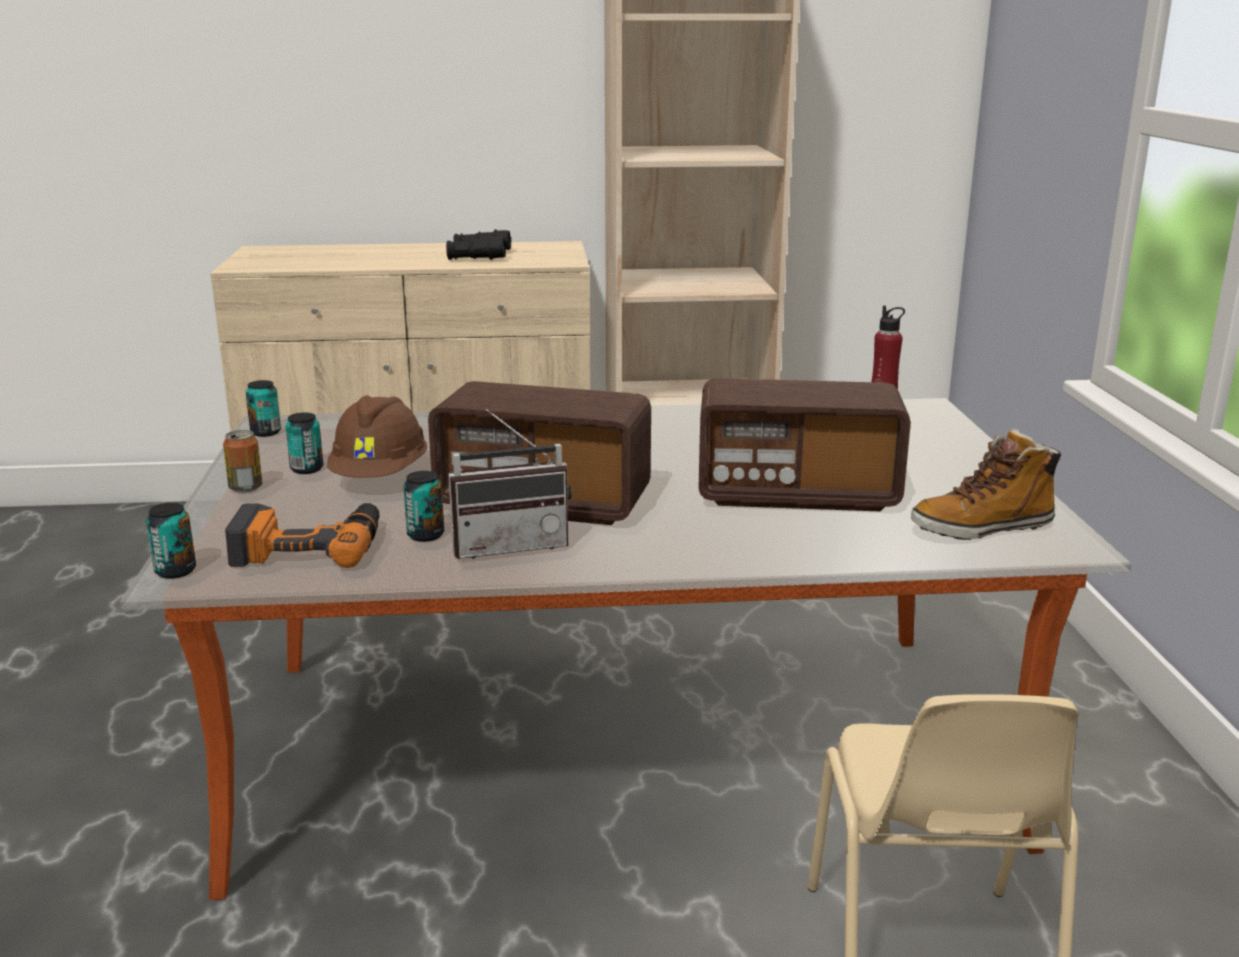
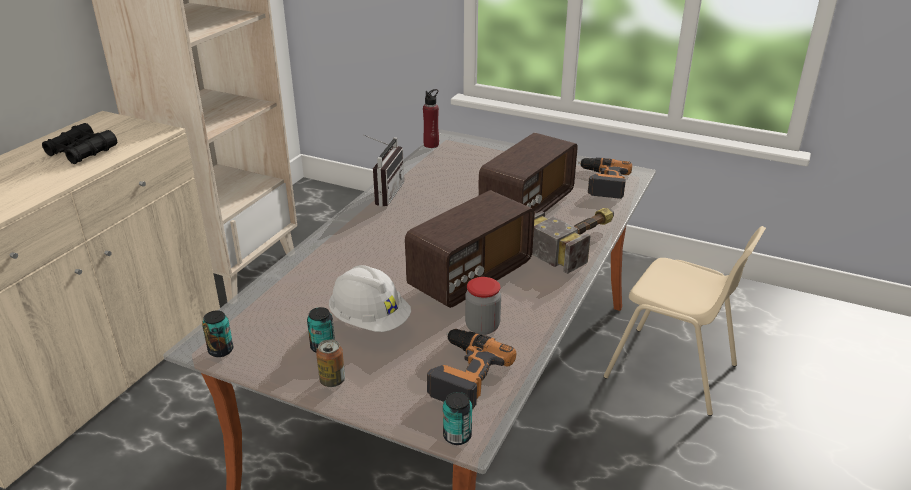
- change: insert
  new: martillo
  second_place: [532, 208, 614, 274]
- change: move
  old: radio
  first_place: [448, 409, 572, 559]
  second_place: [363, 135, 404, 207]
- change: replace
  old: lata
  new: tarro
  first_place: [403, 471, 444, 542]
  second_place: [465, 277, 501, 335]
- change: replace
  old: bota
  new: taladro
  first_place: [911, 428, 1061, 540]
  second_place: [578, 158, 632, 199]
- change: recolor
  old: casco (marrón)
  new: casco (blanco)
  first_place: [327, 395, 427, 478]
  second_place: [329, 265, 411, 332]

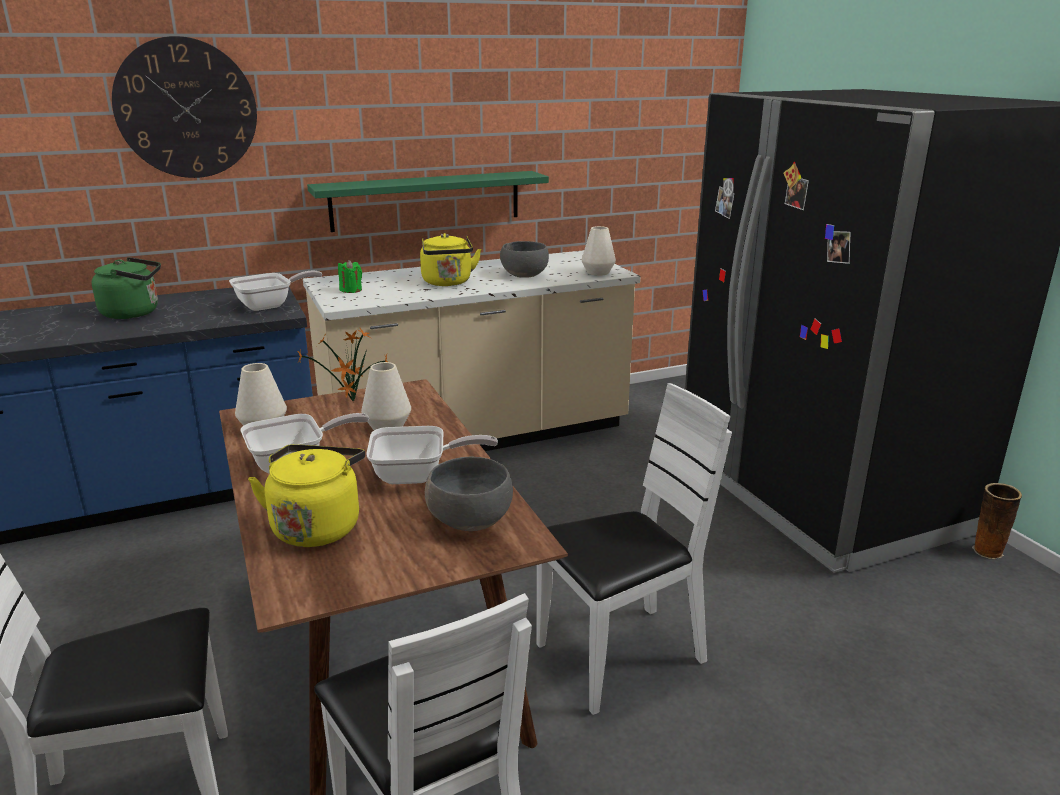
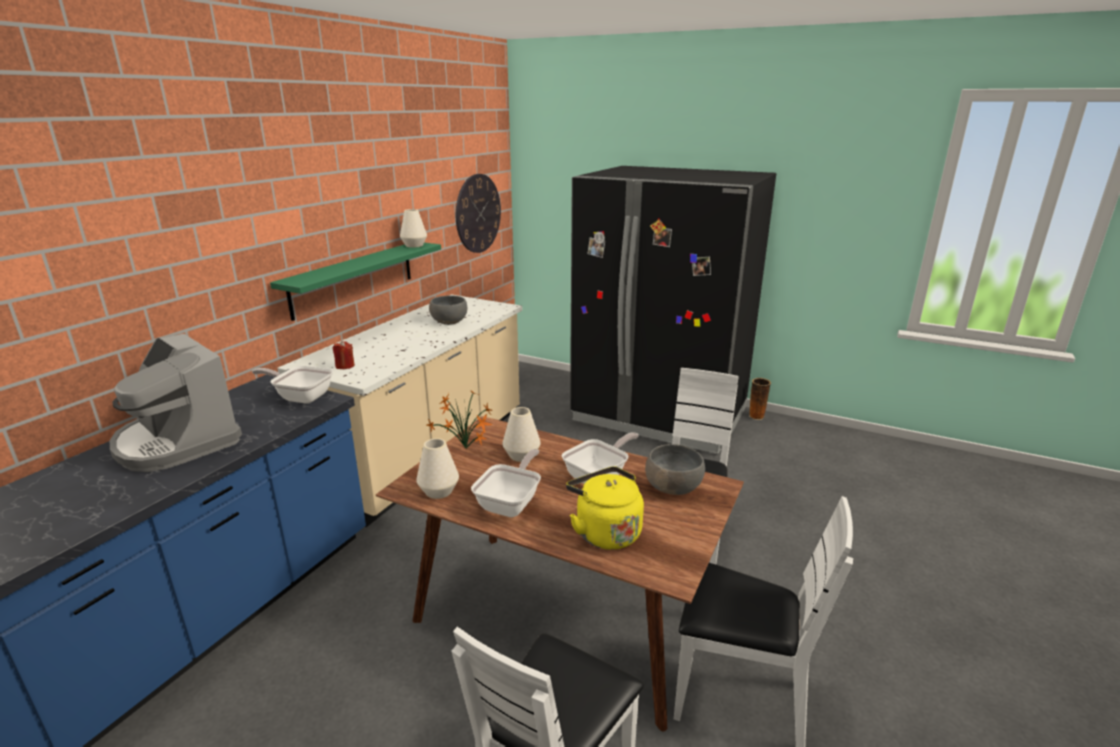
- change: delete
  old: hervidor (amarillo)
  first_place: [420, 233, 481, 286]
- change: move
  old: reloj de pared
  first_place: [112, 36, 257, 178]
  second_place: [456, 174, 501, 253]
- change: move
  old: florero (blanco)
  first_place: [582, 226, 616, 276]
  second_place: [400, 209, 427, 248]
- change: replace
  old: hervidor (verde)
  new: cafetera
  first_place: [92, 257, 161, 319]
  second_place: [110, 334, 242, 472]
- change: recolor
  old: vela (verde)
  new: vela (rojo)
  first_place: [338, 260, 362, 293]
  second_place: [333, 341, 355, 369]
- change: rotate
  old: sartén
  first_place: [229, 271, 322, 311]
  second_place: [252, 366, 333, 404]
  degrees: -90

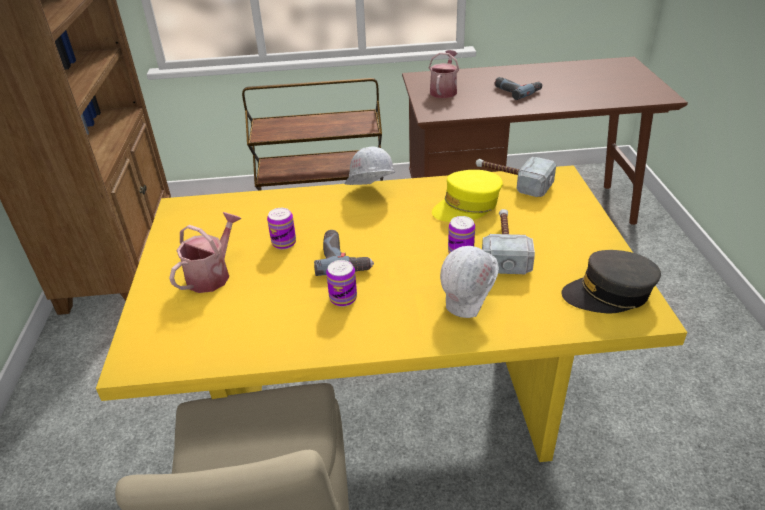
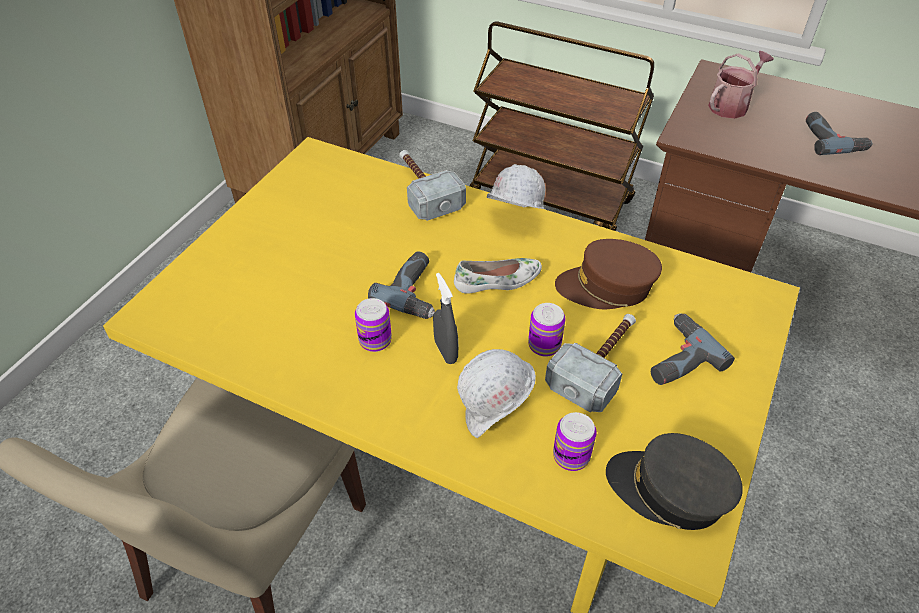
- change: delete
  old: regadera
  first_place: [169, 212, 242, 293]
- change: insert
  new: pulverizador (gris)
  second_place: [433, 273, 458, 364]
- change: insert
  new: zapato (blanco)
  second_place: [454, 258, 542, 294]
- change: insert
  new: taladro
  second_place: [651, 313, 735, 385]
- change: move
  old: lata
  first_place: [267, 208, 296, 249]
  second_place: [553, 412, 597, 471]
- change: move
  old: martillo
  first_place: [476, 157, 556, 197]
  second_place: [399, 150, 466, 221]
- change: recolor
  old: gorra (amarillo)
  new: gorra (marrón)
  first_place: [432, 170, 503, 222]
  second_place: [555, 239, 662, 309]

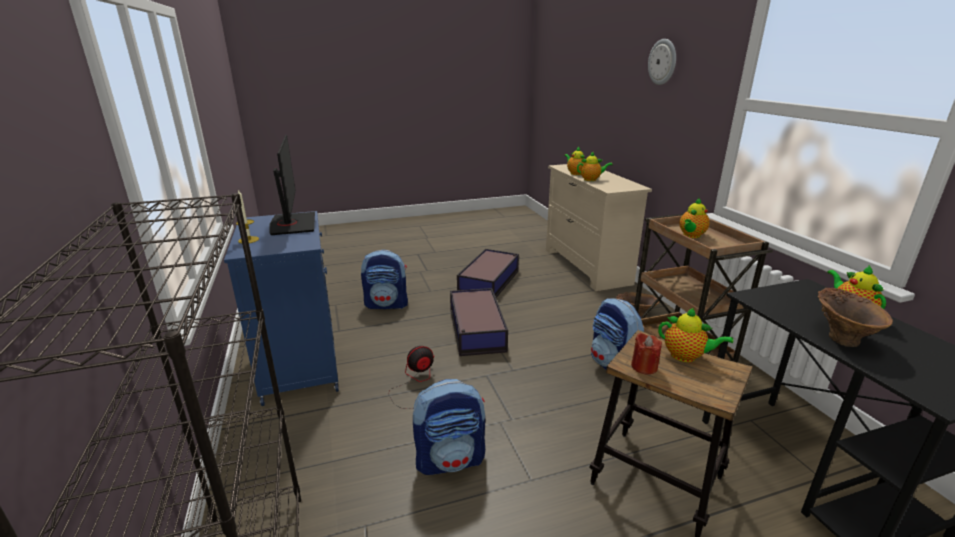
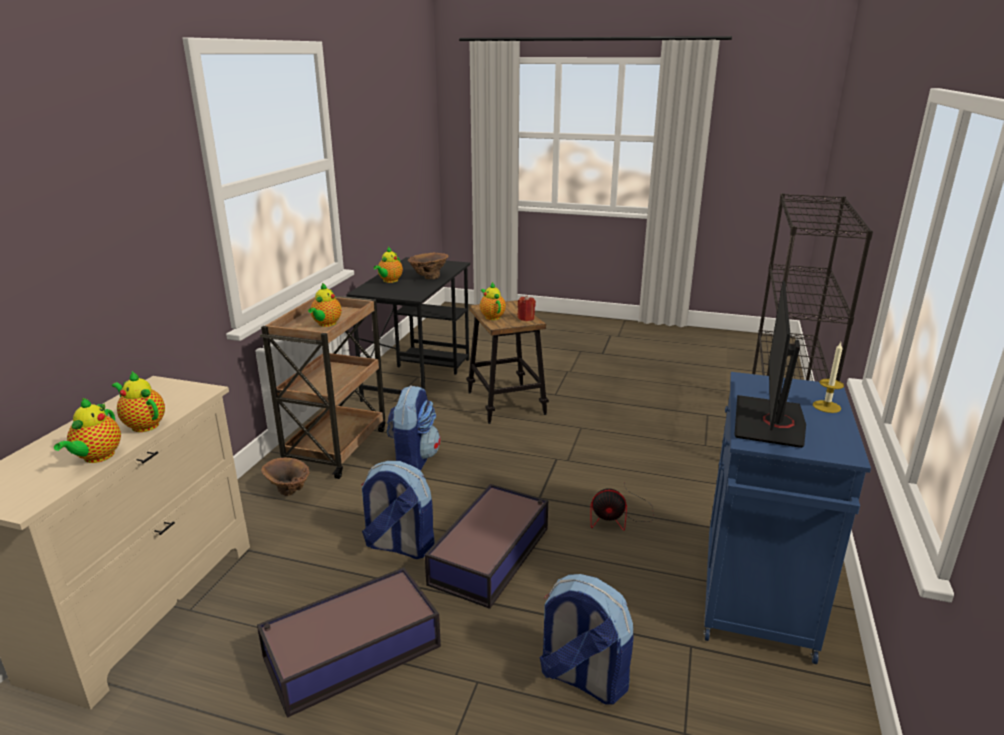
- change: delete
  old: reloj de pared
  first_place: [648, 39, 676, 85]
- change: move
  old: mochila
  first_place: [413, 379, 485, 475]
  second_place: [361, 461, 435, 559]
- change: rotate
  old: tetera
  first_place: [679, 198, 710, 238]
  second_place: [308, 283, 341, 327]
  degrees: 120

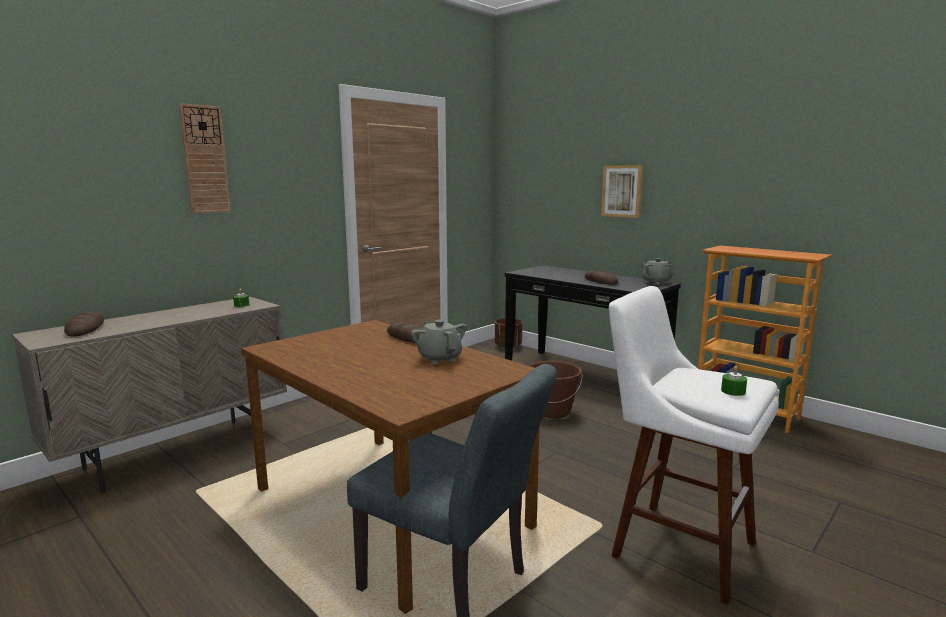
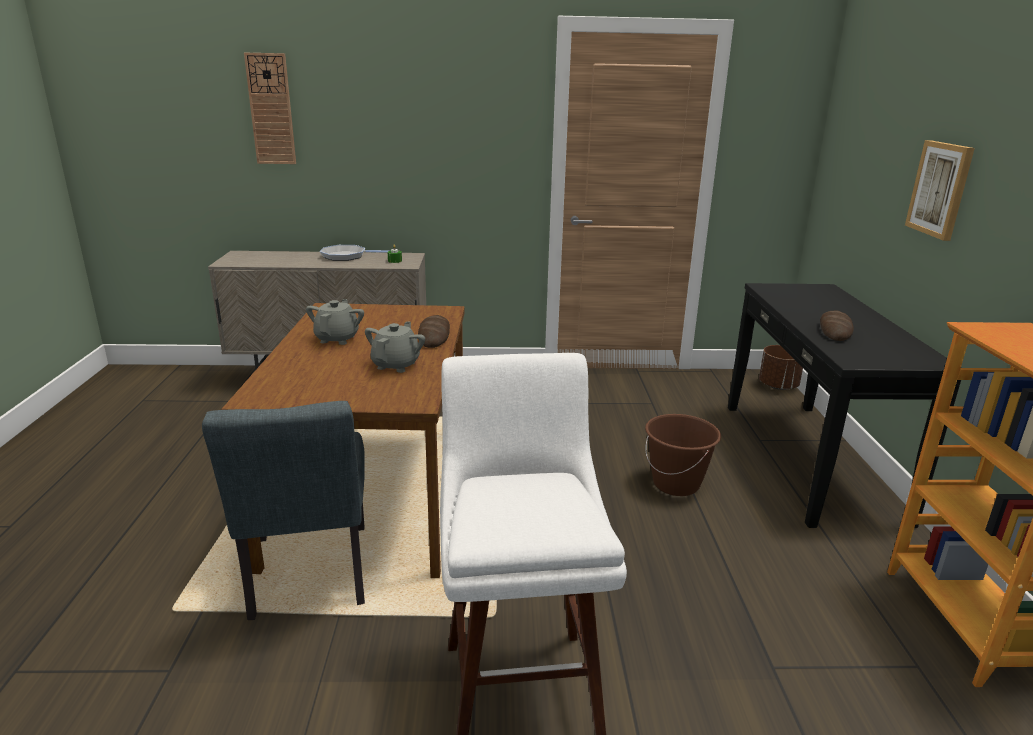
- change: delete
  old: pan
  first_place: [64, 312, 104, 337]
- change: delete
  old: vela (verde)
  first_place: [721, 366, 747, 396]
- change: insert
  new: sartén
  second_place: [320, 245, 389, 261]
- change: move
  old: reloj de pared
  first_place: [179, 103, 231, 214]
  second_place: [244, 53, 296, 164]
- change: move
  old: tetera (gris)
  first_place: [640, 258, 675, 285]
  second_place: [306, 299, 364, 345]

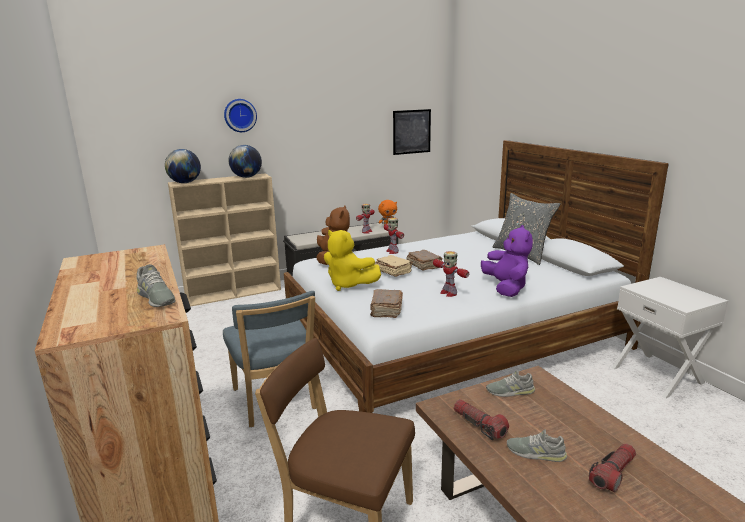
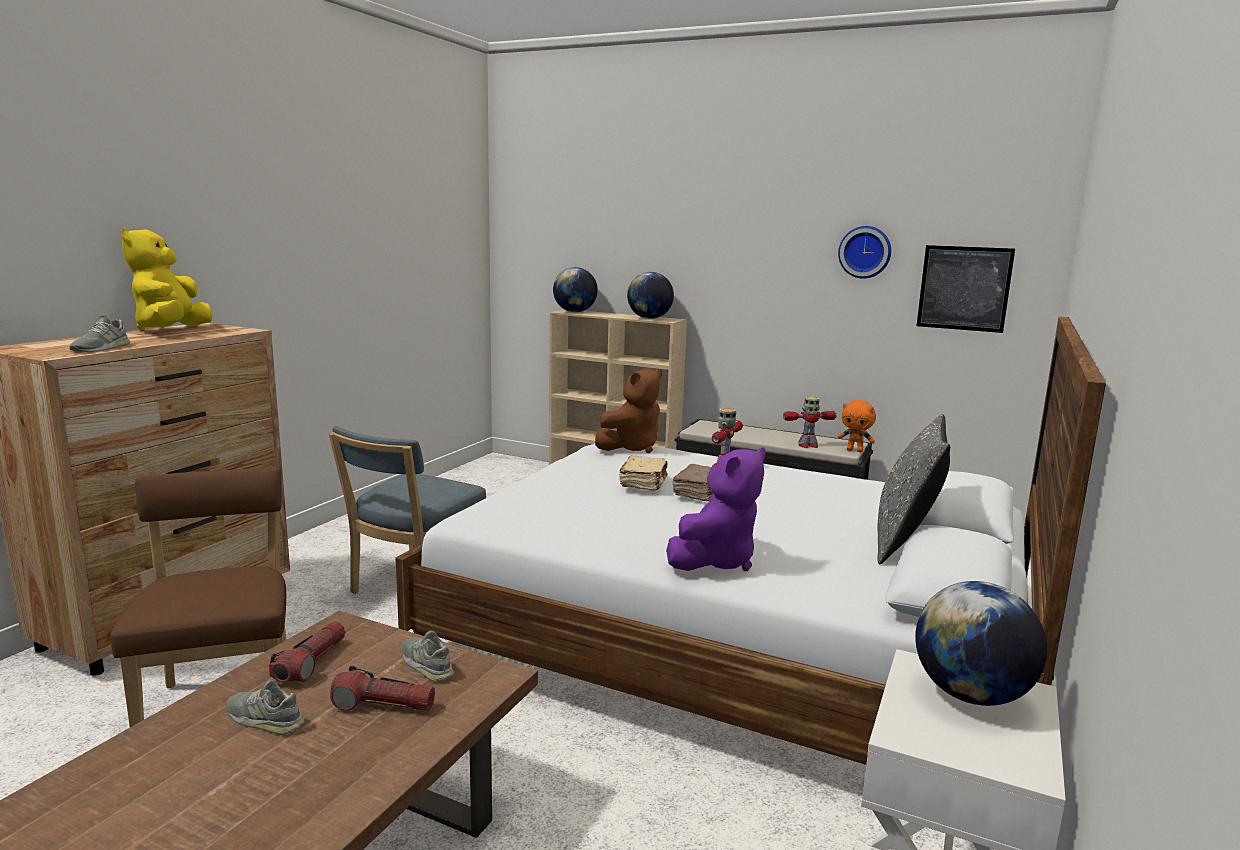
- change: delete
  old: libro (marrón)
  first_place: [370, 289, 403, 318]
- change: delete
  old: robot de juguete
  first_place: [433, 251, 469, 297]
- change: insert
  new: globo terráqueo
  second_place: [915, 581, 1047, 706]
- change: move
  old: reloj de pared
  first_place: [224, 99, 257, 132]
  second_place: [838, 226, 891, 279]
- change: move
  old: peluche (amarillo)
  first_place: [324, 230, 381, 291]
  second_place: [121, 228, 213, 330]
- change: move
  old: linterna
  first_place: [589, 444, 636, 492]
  second_place: [330, 666, 435, 711]
- change: rotate
  old: zapato (gris)
  first_place: [507, 429, 567, 462]
  second_place: [226, 680, 304, 735]
  degrees: -45

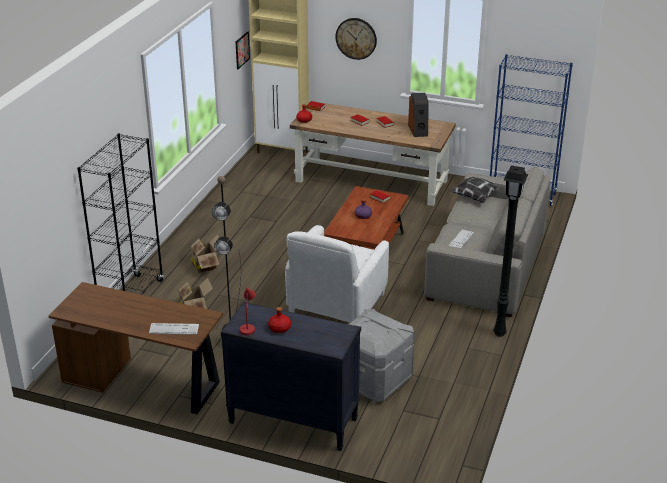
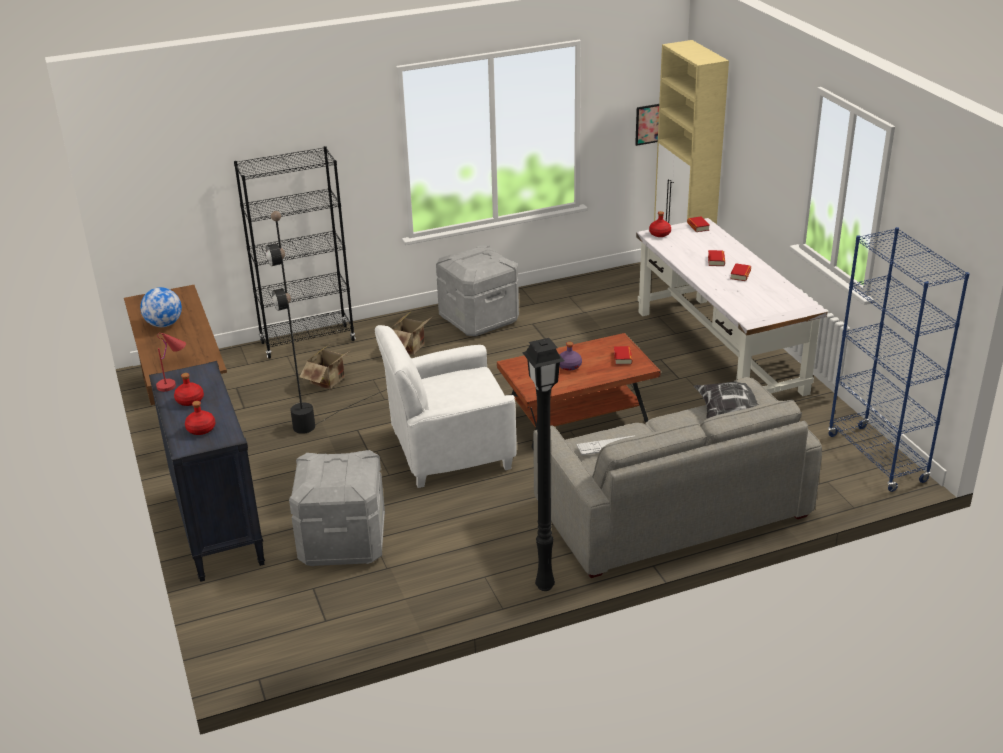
- change: delete
  old: teclado
  first_place: [149, 323, 199, 335]
- change: delete
  old: reloj de pared
  first_place: [335, 18, 377, 60]
- change: delete
  old: altavoz
  first_place: [408, 93, 429, 137]
- change: insert
  new: globo terráqueo
  second_place: [140, 287, 182, 327]
- change: insert
  new: botella (rojo)
  second_place: [185, 401, 215, 435]
- change: insert
  new: caja de almacenaje (gris)
  second_place: [436, 245, 519, 336]
- change: recolor
  old: escritorio (marrón)
  new: escritorio (blanco)
  first_place: [290, 101, 456, 206]
  second_place: [636, 218, 828, 396]

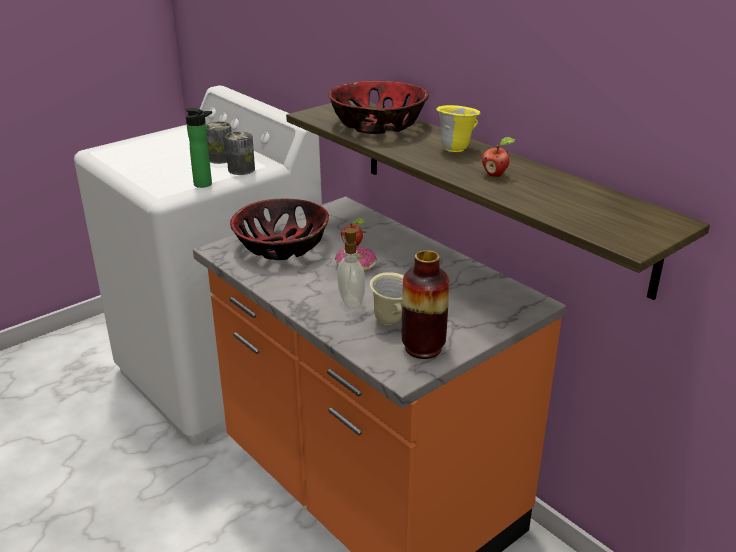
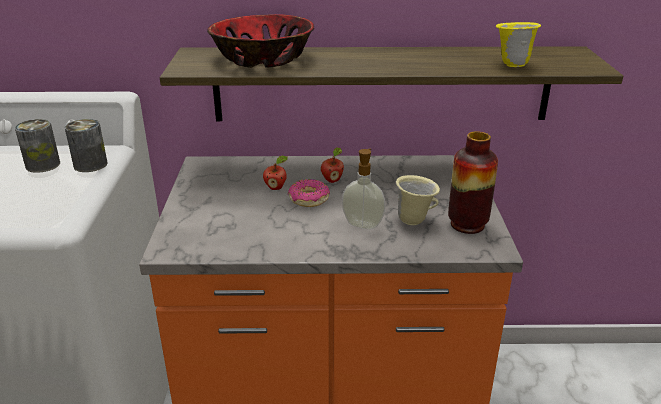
- change: delete
  old: botella
  first_place: [185, 108, 212, 188]
- change: delete
  old: cuenco
  first_place: [230, 199, 329, 260]
- change: move
  old: taza grande (amarillo)
  first_place: [436, 105, 480, 152]
  second_place: [496, 22, 541, 67]
- change: move
  old: manzana
  first_place: [482, 137, 515, 177]
  second_place: [321, 148, 344, 183]

